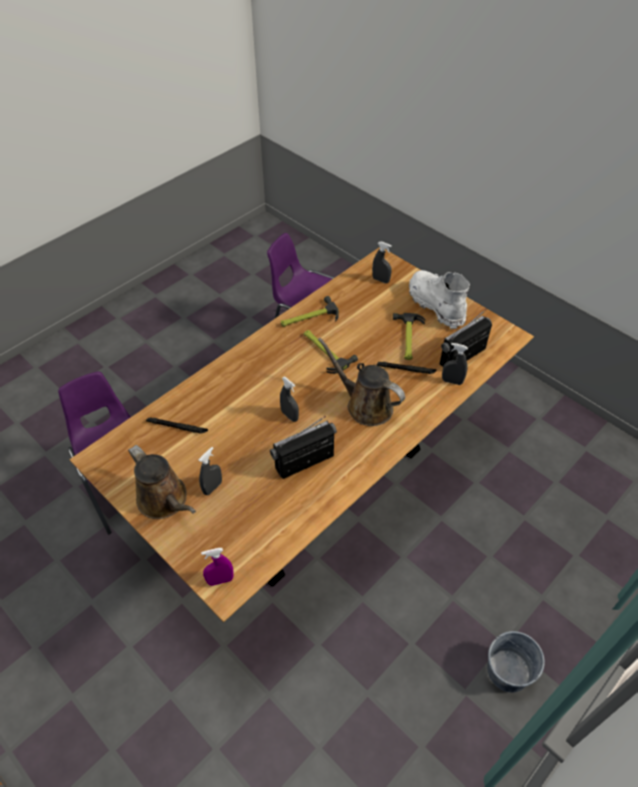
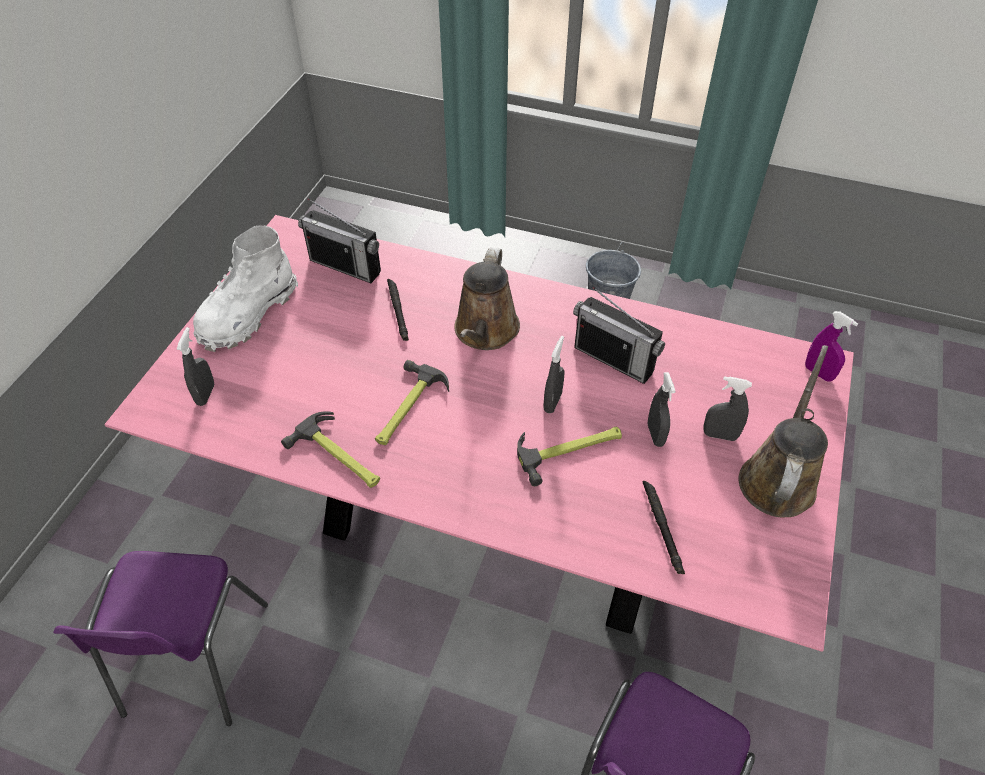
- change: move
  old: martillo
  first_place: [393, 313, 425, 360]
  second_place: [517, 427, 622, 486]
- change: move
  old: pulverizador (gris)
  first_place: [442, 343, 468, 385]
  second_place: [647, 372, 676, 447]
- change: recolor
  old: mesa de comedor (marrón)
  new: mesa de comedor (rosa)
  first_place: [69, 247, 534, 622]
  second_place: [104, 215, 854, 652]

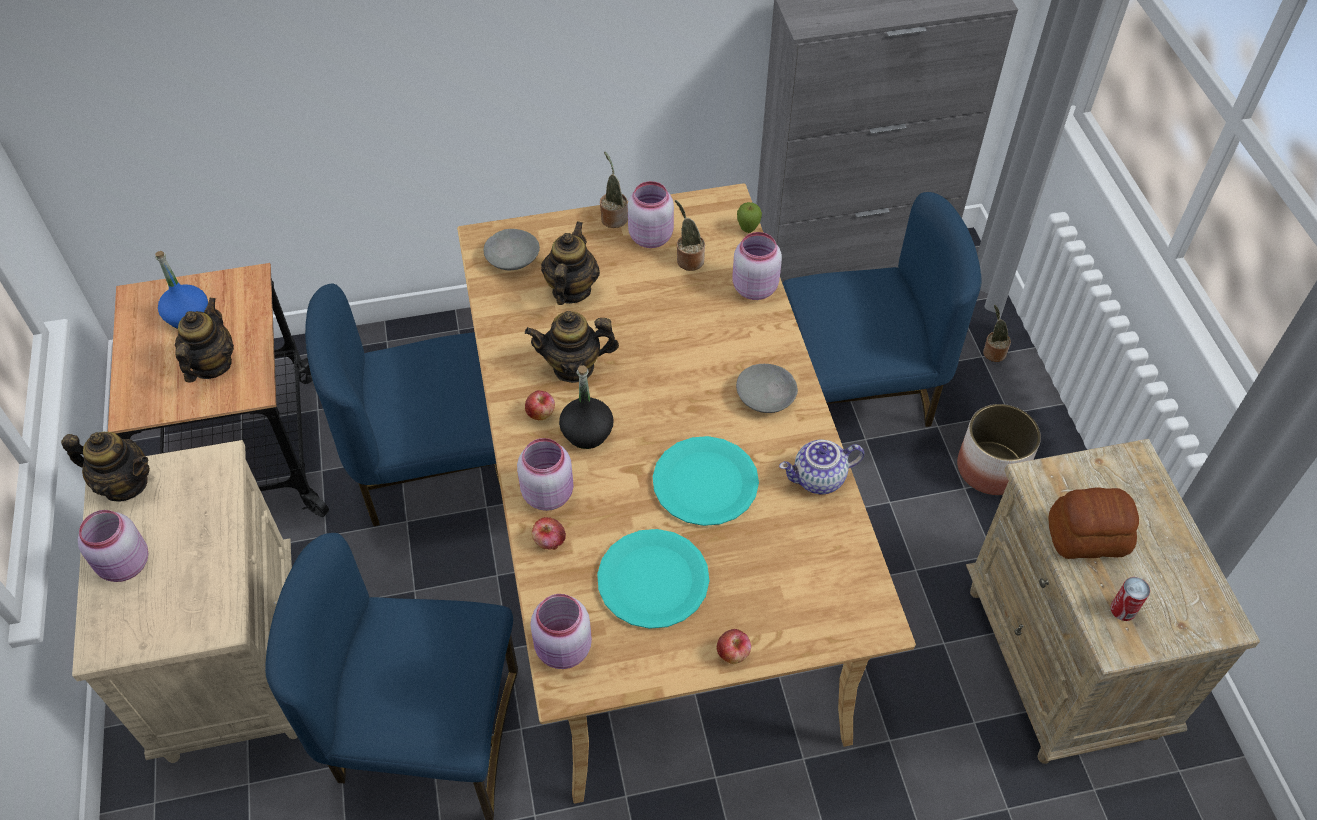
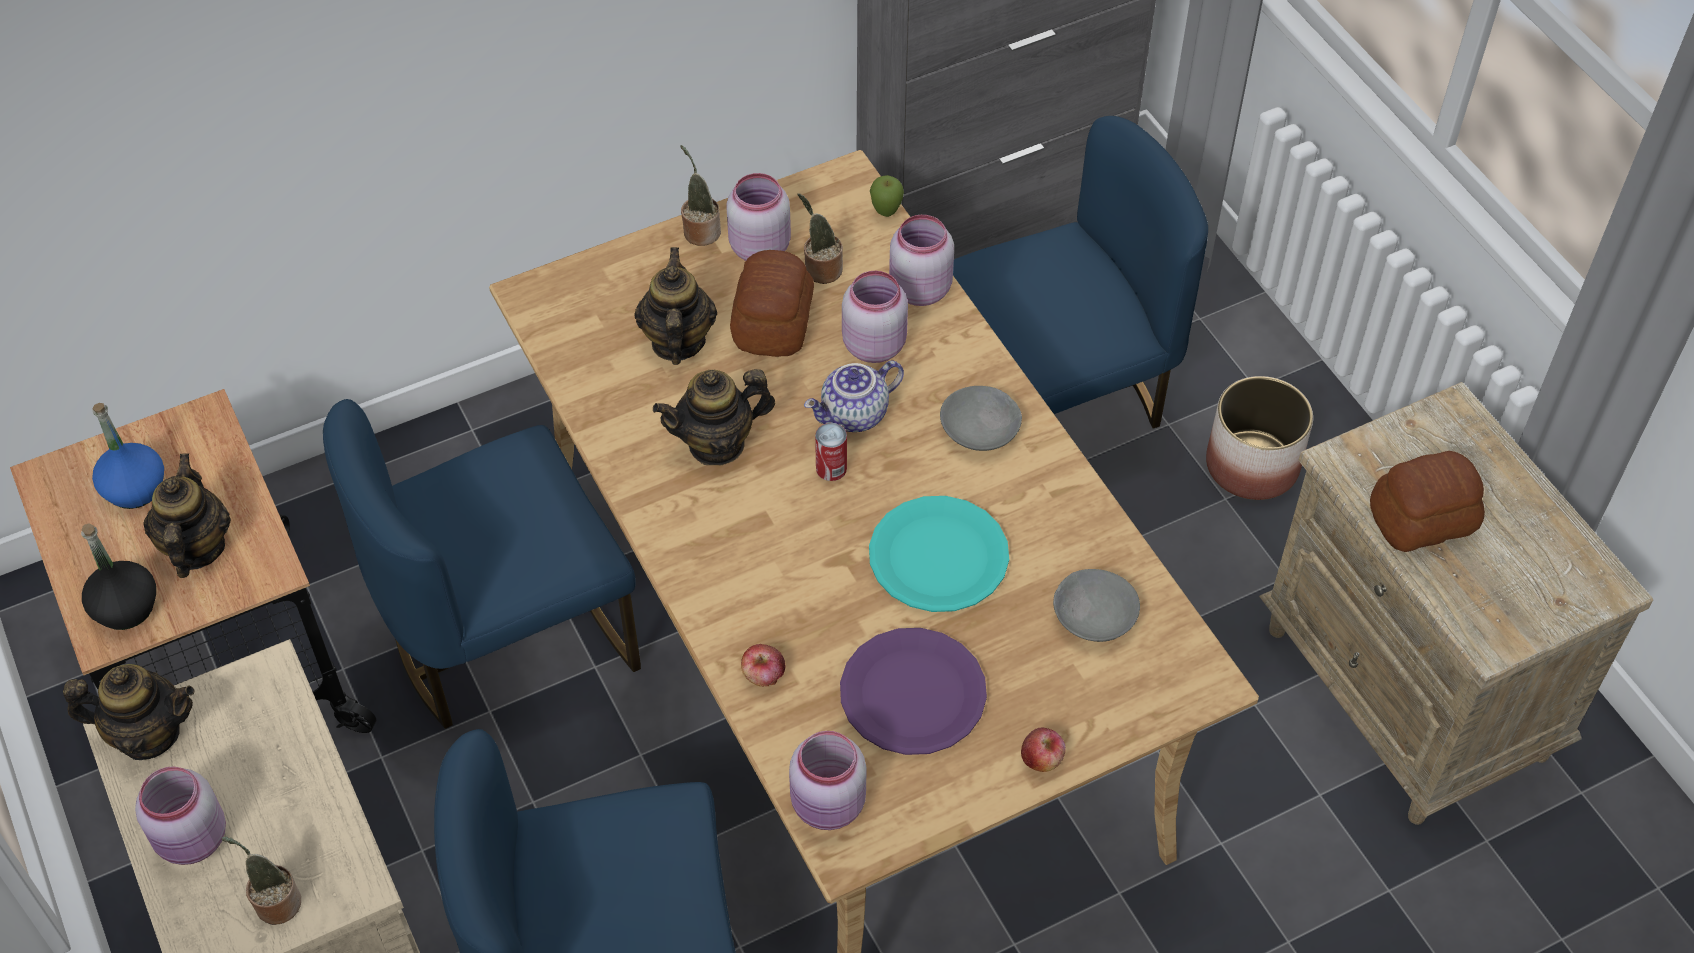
- change: delete
  old: manzana
  first_place: [525, 390, 555, 420]
- change: insert
  new: pan
  second_place: [730, 250, 814, 357]
- change: move
  old: cuenco (gris)
  first_place: [484, 229, 540, 270]
  second_place: [1053, 569, 1140, 642]
- change: move
  old: tarro (rosa)
  first_place: [517, 438, 574, 511]
  second_place: [842, 271, 908, 363]
- change: move
  old: botella (negro)
  first_place: [559, 365, 614, 449]
  second_place: [81, 524, 156, 630]
- change: move
  old: tetera
  first_place: [779, 440, 864, 494]
  second_place: [804, 360, 904, 432]
- change: move
  old: planta en maceta
  first_place: [983, 305, 1011, 362]
  second_place: [222, 837, 301, 925]
- change: move
  old: lata
  first_place: [1110, 577, 1150, 621]
  second_place: [815, 423, 847, 481]
- change: recolor
  old: plato (turquesa)
  new: plato (morado)
  first_place: [597, 529, 709, 629]
  second_place: [840, 628, 987, 755]

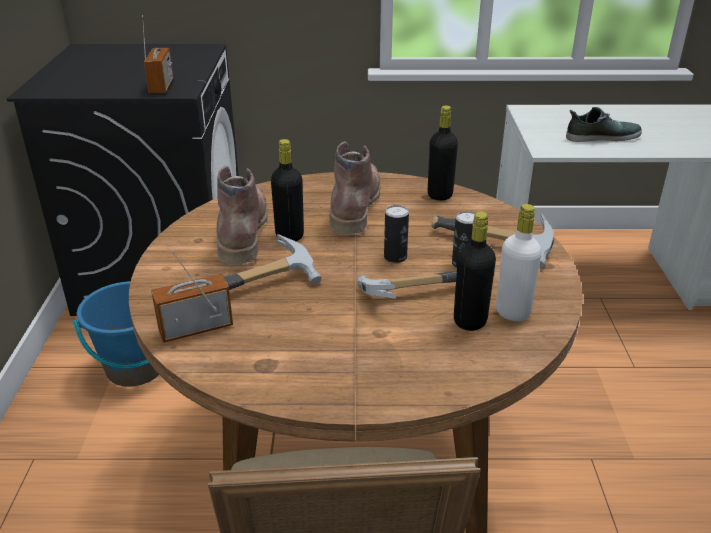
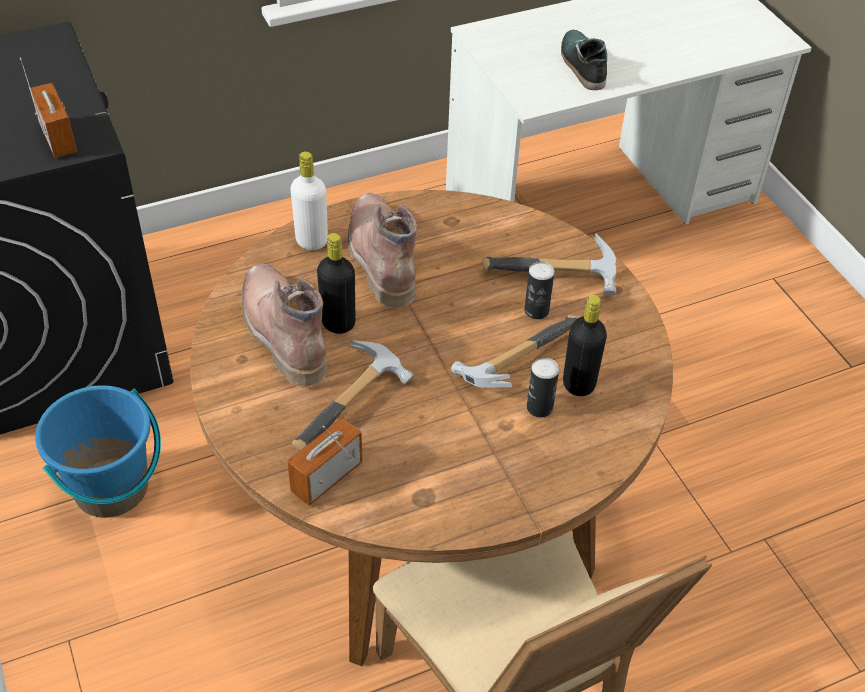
- change: delete
  old: botella (negro)
  first_place: [428, 105, 458, 201]
- change: move
  old: lata
  first_place: [384, 205, 409, 263]
  second_place: [526, 357, 559, 418]
- change: move
  old: botella (blanco)
  first_place: [496, 204, 542, 321]
  second_place: [290, 151, 328, 250]
- change: rotate
  old: zapato
  first_place: [566, 107, 642, 142]
  second_place: [561, 30, 607, 90]
  degrees: -75

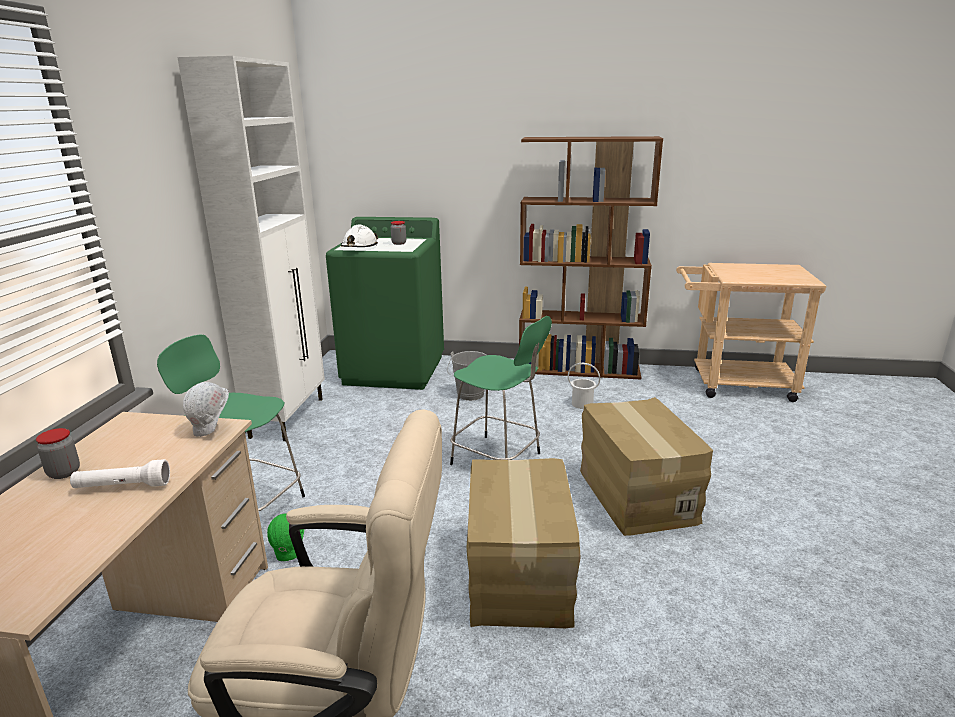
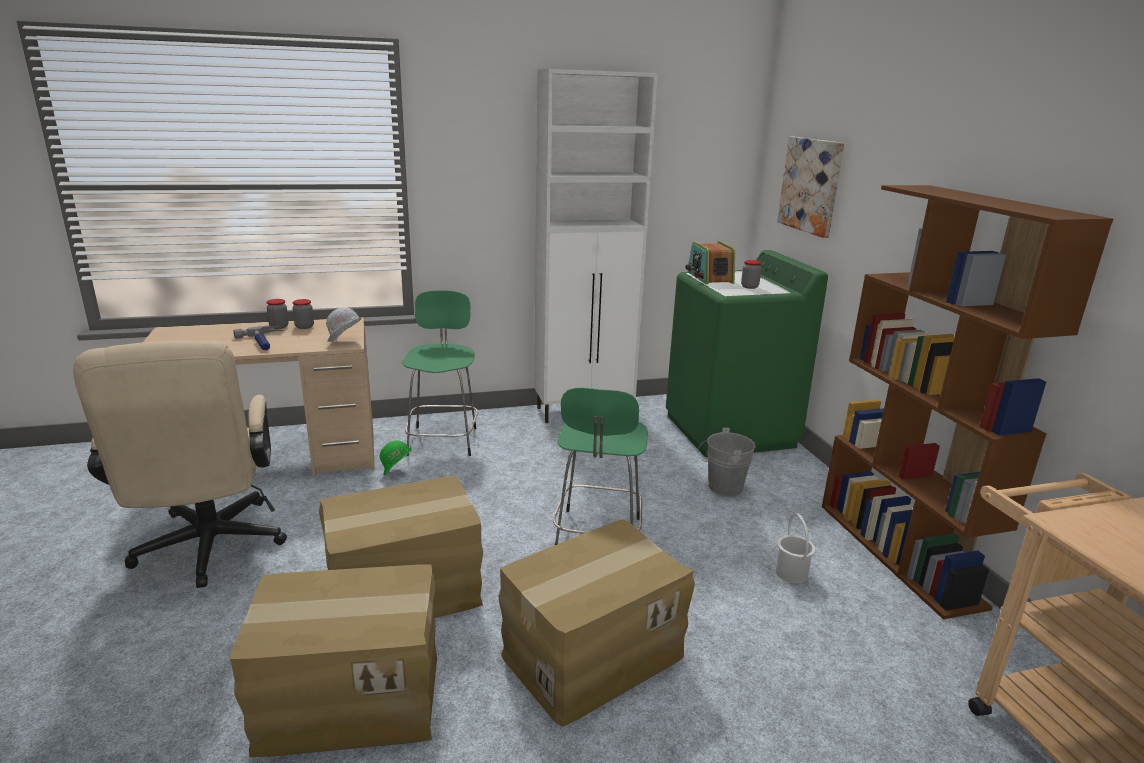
- change: insert
  new: caja de cartón
  second_place: [230, 565, 437, 757]
- change: insert
  new: tarro
  second_place: [293, 299, 314, 329]
- change: insert
  new: cuadro
  second_place: [777, 137, 844, 238]
- change: replace
  old: linterna (blanco)
  new: martillo
  first_place: [70, 459, 170, 488]
  second_place: [233, 326, 283, 350]
- change: replace
  old: casco (blanco)
  new: radio
  first_place: [341, 225, 378, 247]
  second_place: [686, 241, 735, 284]

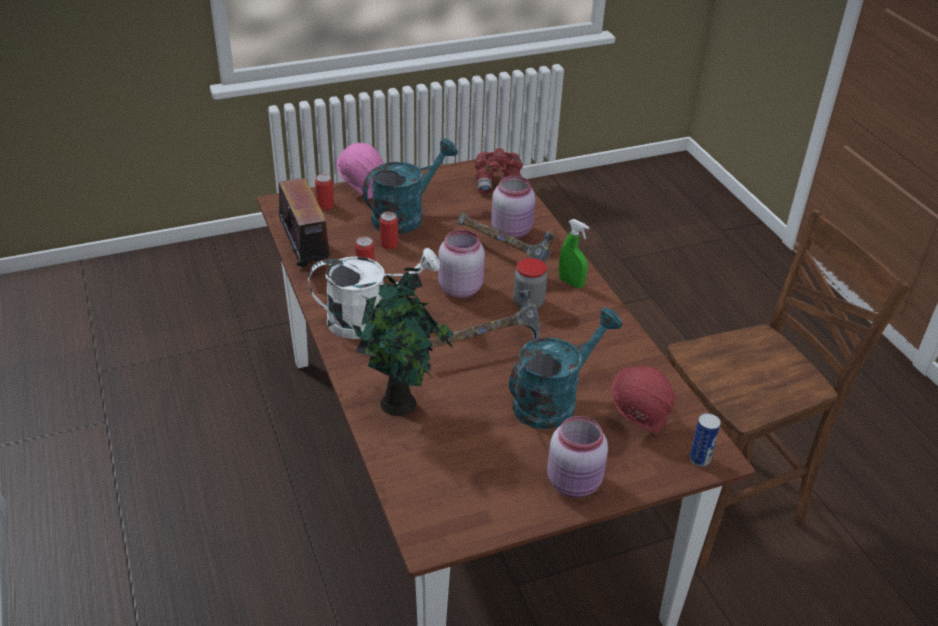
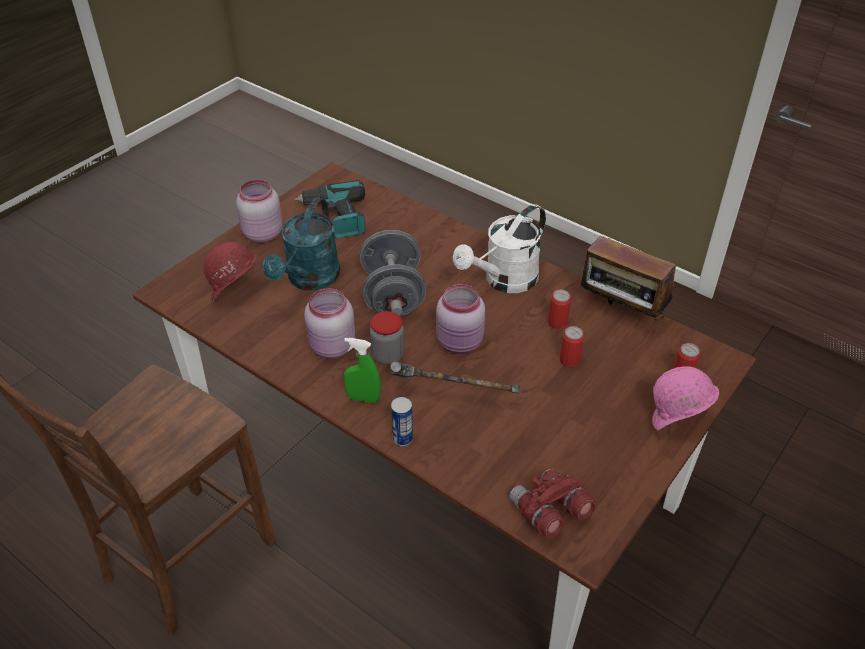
- change: delete
  old: planta en maceta
  first_place: [353, 268, 454, 416]
- change: delete
  old: regadera (turquesa)
  first_place: [363, 138, 458, 234]
- change: insert
  new: taladro
  second_place: [295, 180, 365, 238]
- change: move
  old: tarro (rosa)
  first_place: [491, 176, 535, 239]
  second_place: [304, 288, 356, 359]
- change: move
  old: lata
  first_place: [690, 413, 721, 467]
  second_place: [391, 397, 413, 447]
- change: replace
  old: martillo
  new: mancuerna (gris)
  first_place: [428, 290, 540, 351]
  second_place: [360, 230, 426, 316]

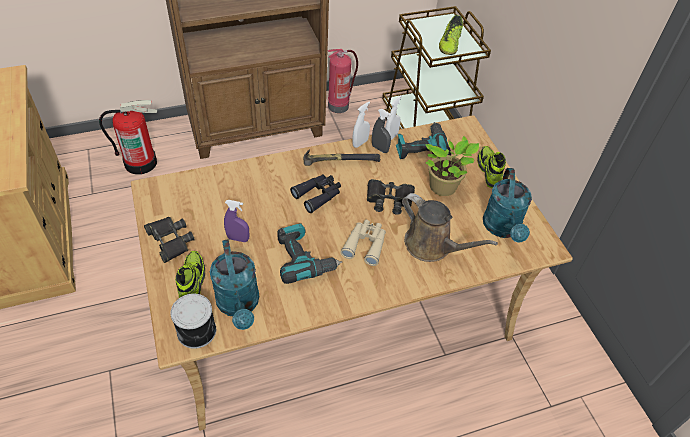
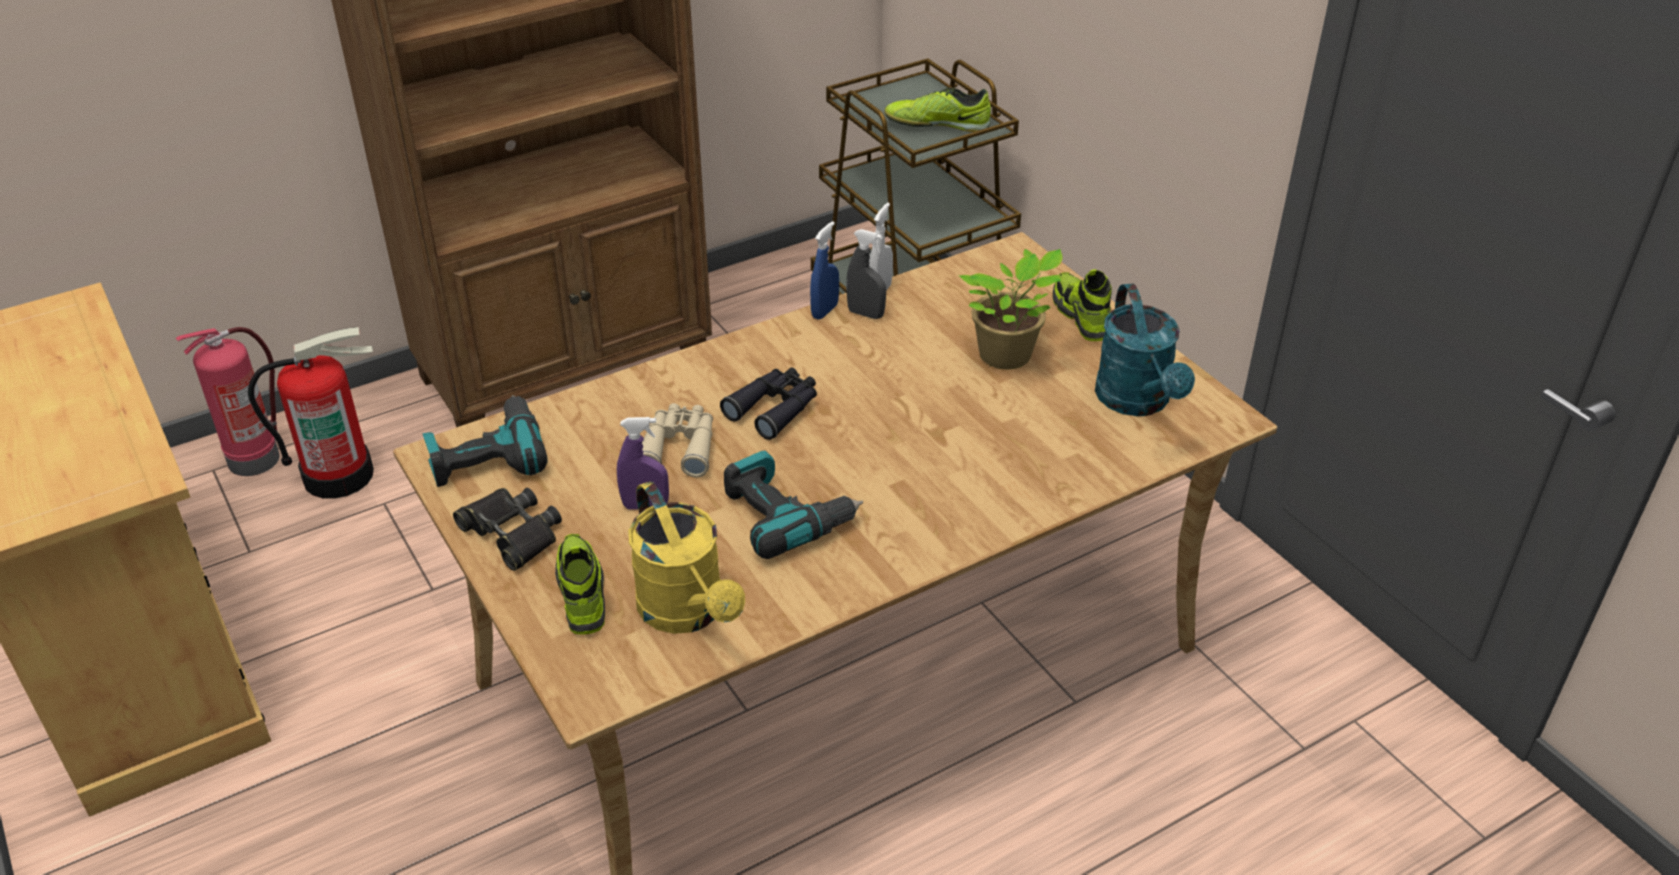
- change: delete
  old: lata
  first_place: [171, 294, 216, 349]
- change: delete
  old: martillo
  first_place: [304, 149, 380, 166]
- change: delete
  old: prismáticos (negro)
  first_place: [367, 179, 415, 215]
- change: delete
  old: regadera (marrón)
  first_place: [402, 193, 498, 262]
- change: move
  old: extintor
  first_place: [328, 49, 358, 113]
  second_place: [175, 327, 280, 476]
- change: move
  old: prismáticos (beis)
  first_place: [341, 220, 386, 266]
  second_place: [642, 403, 713, 477]
- change: move
  old: taladro
  first_place: [396, 122, 451, 159]
  second_place: [422, 395, 548, 487]
- change: recolor
  old: regadera (turquesa)
  new: regadera (amarillo)
  first_place: [210, 239, 259, 330]
  second_place: [628, 481, 745, 634]
- change: recolor
  old: pulverizador (blanco)
  new: pulverizador (azul)
  first_place: [352, 102, 370, 148]
  second_place: [810, 221, 839, 320]
- change: rotate
  old: zapato
  first_place: [439, 15, 463, 55]
  second_place: [884, 87, 991, 132]
  degrees: 90

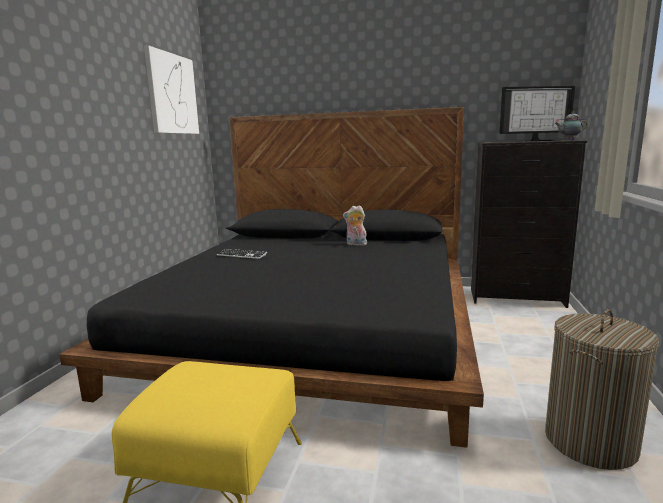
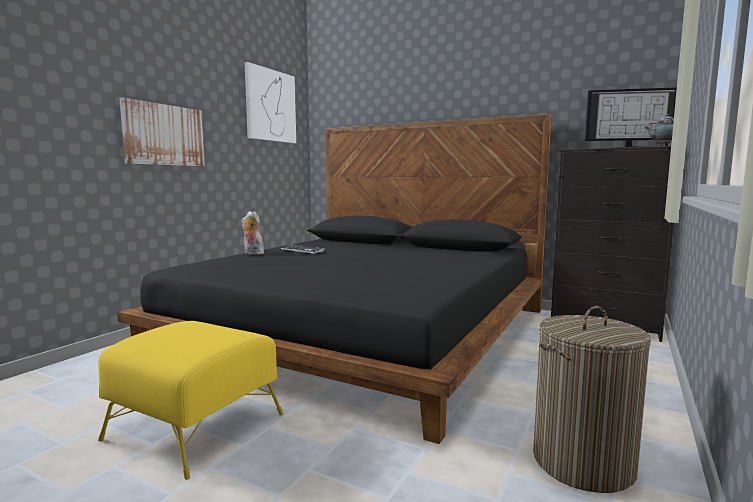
- change: insert
  new: cuadro
  second_place: [119, 97, 205, 166]
- change: move
  old: peluche
  first_place: [343, 205, 367, 246]
  second_place: [242, 211, 264, 255]

